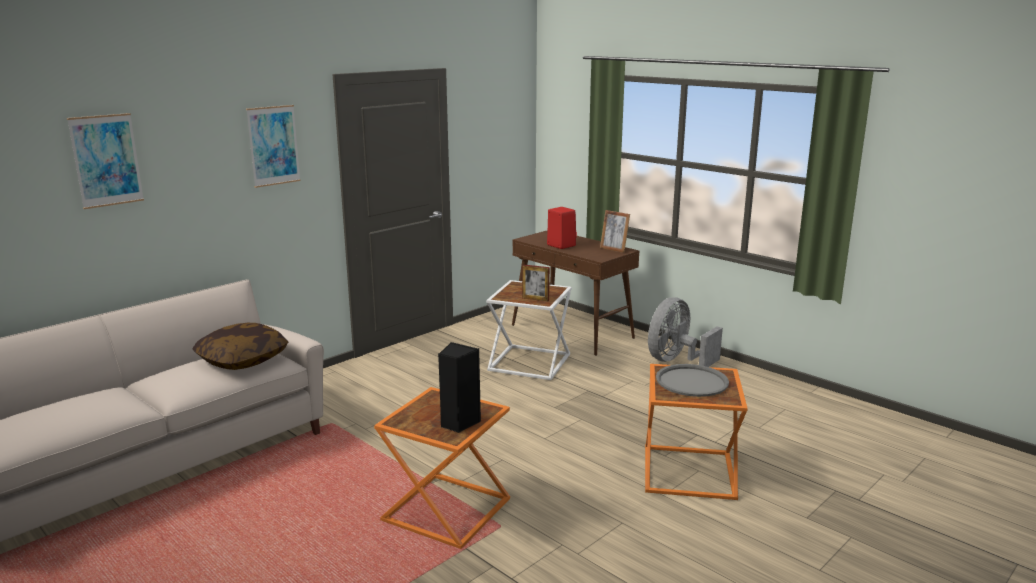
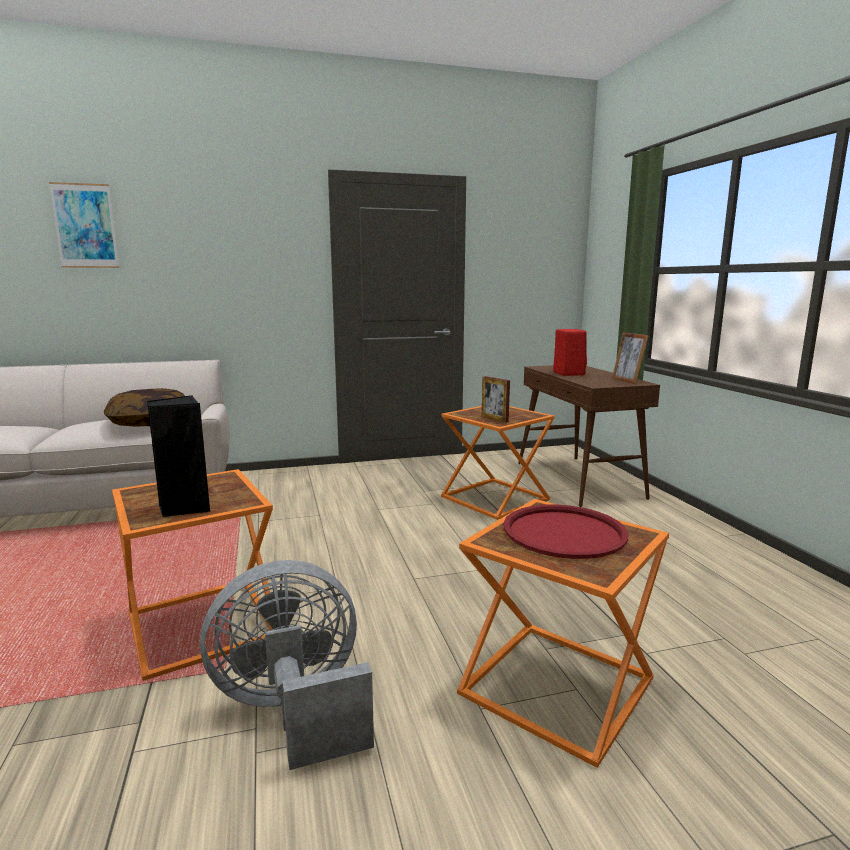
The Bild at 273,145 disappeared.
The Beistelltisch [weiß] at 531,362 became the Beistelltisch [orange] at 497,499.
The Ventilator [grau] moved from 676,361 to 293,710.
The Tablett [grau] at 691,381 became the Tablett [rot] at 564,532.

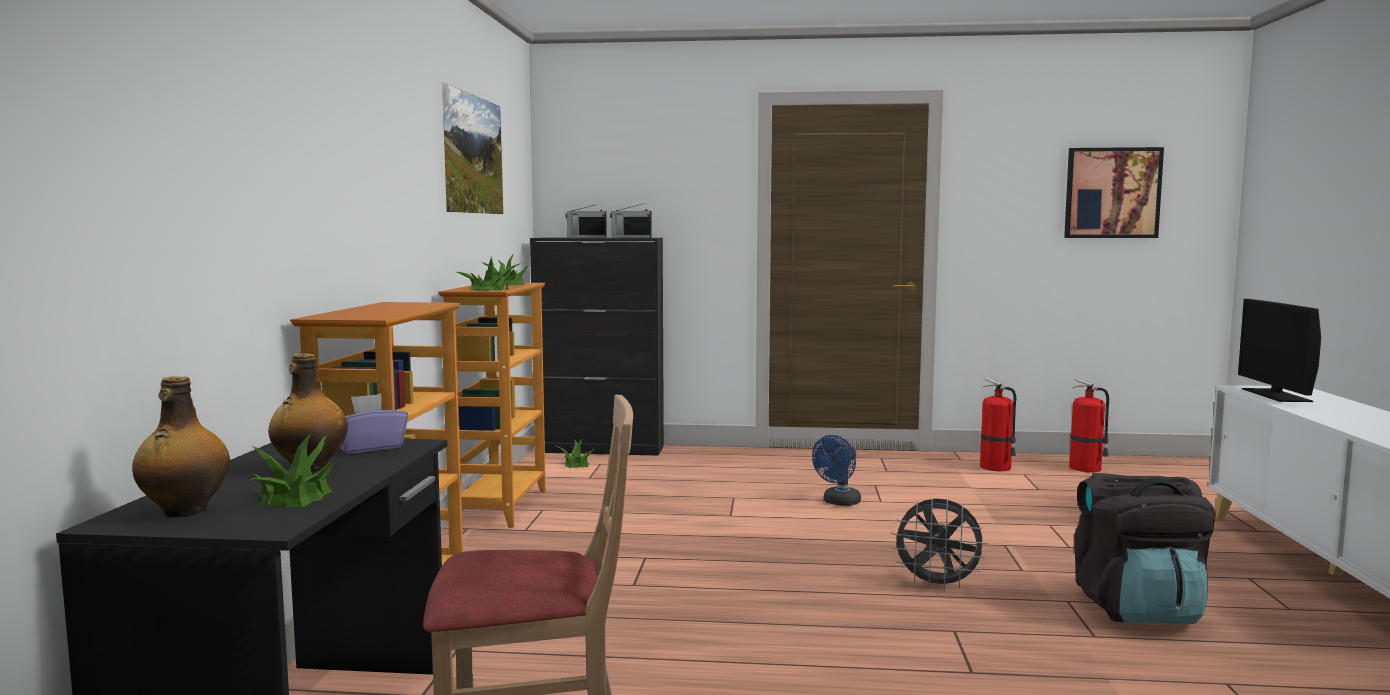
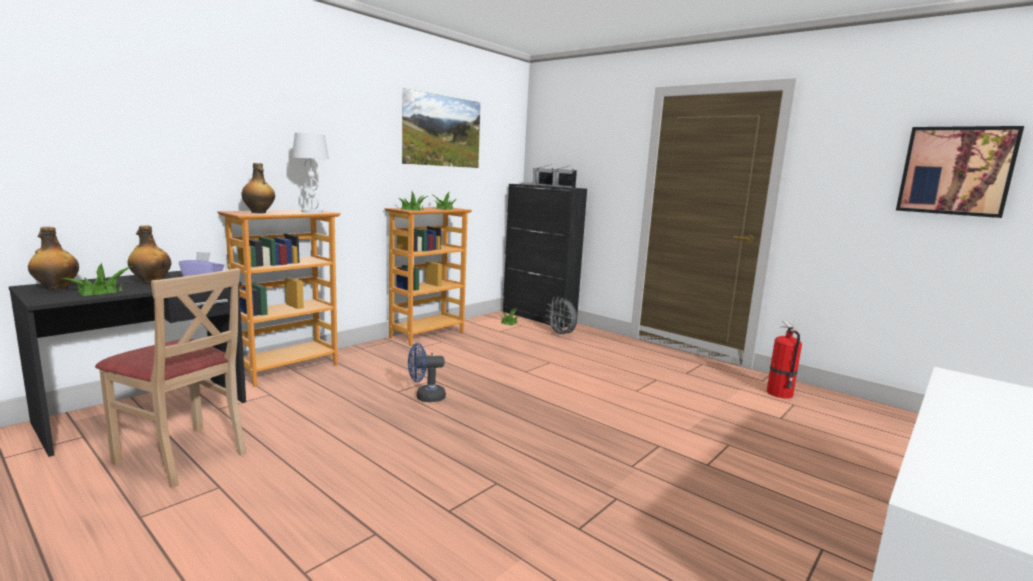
The Ventilator [blau] moved from 838,503 to 425,397.
The Ventilator [grau] moved from 938,585 to 561,335.
The Feuerlöscher at 1087,468 disappeared.
The Rucksack [schwarz] at 1137,609 disappeared.
The Monitor at 1276,395 disappeared.
The Flasche at 259,212 appeared.
The Tischlampe [weiß] at 312,212 appeared.

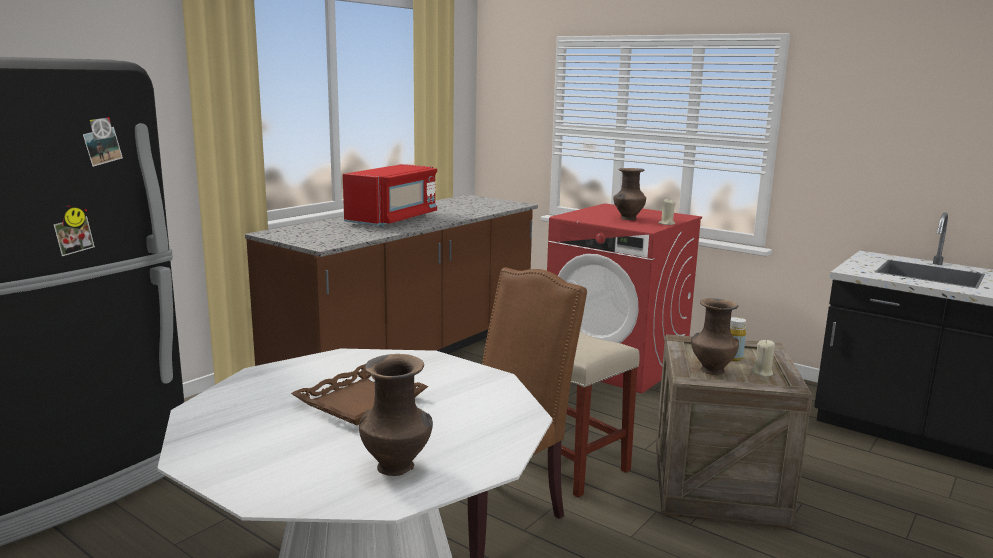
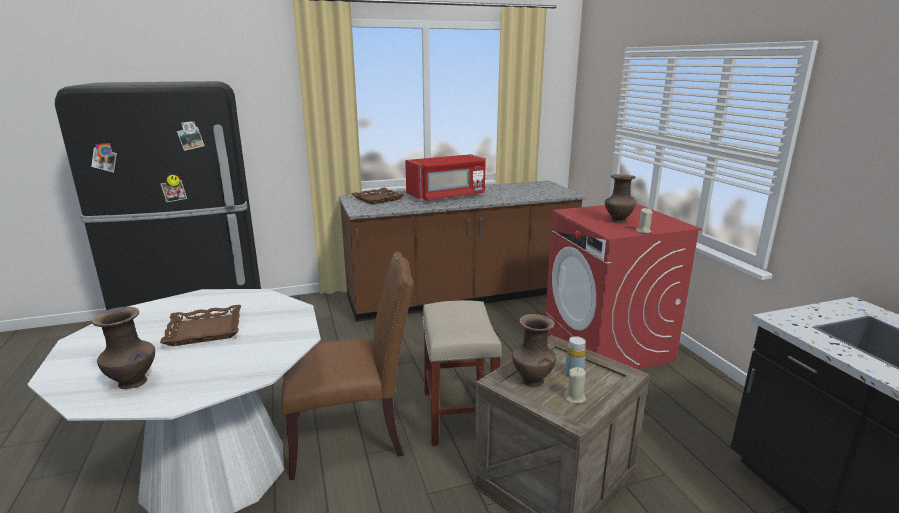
The Tablett [braun] at 378,199 appeared.

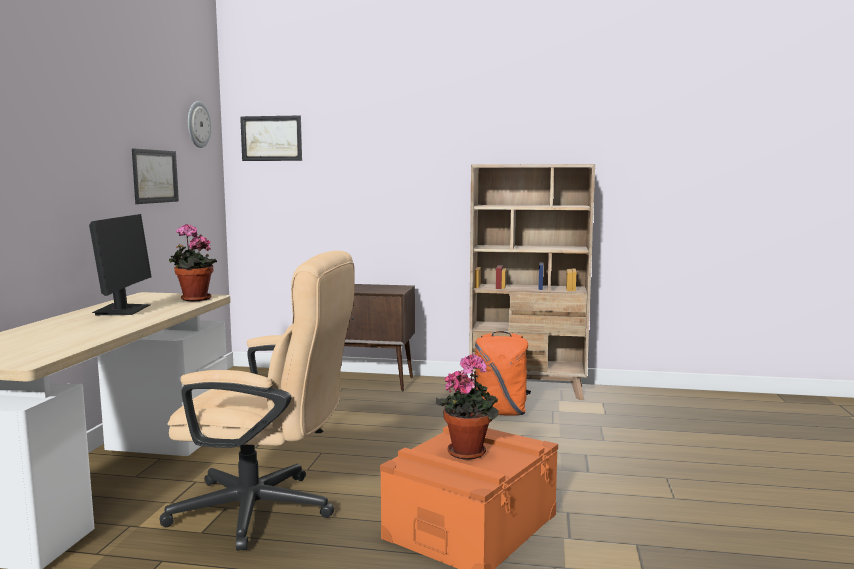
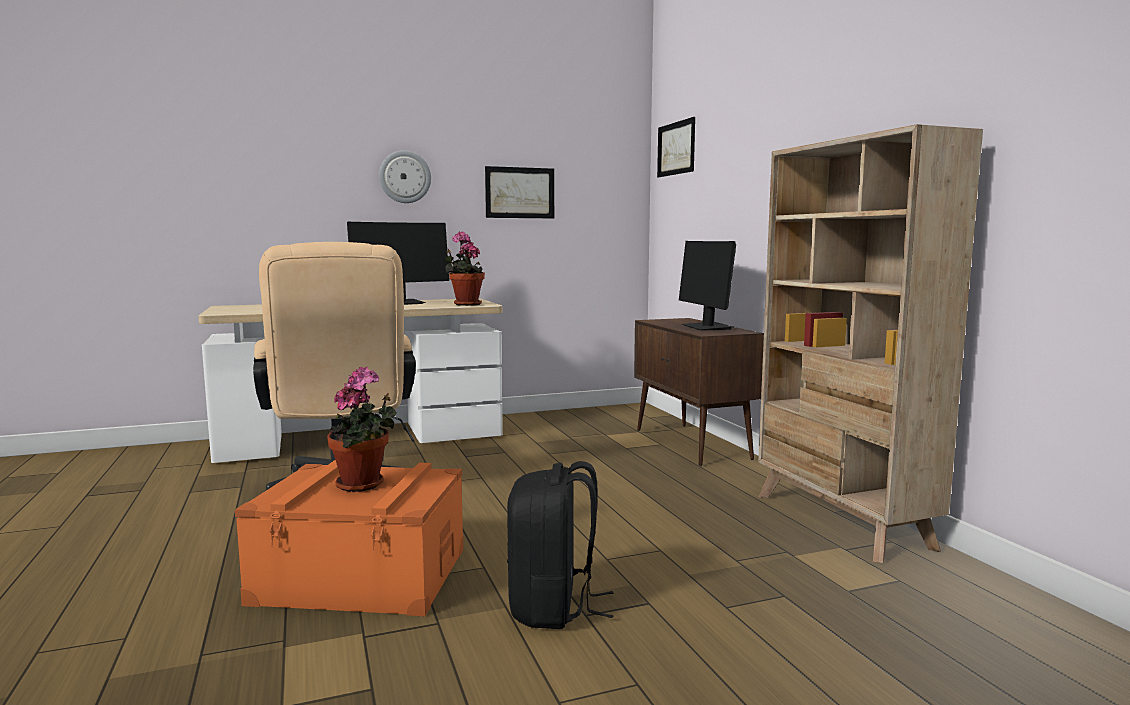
The Wanduhr moved from 198,124 to 405,177.
The Rucksack [orange] at 500,412 disappeared.
The Rucksack [schwarz] at 554,607 appeared.
The Monitor at 707,327 appeared.

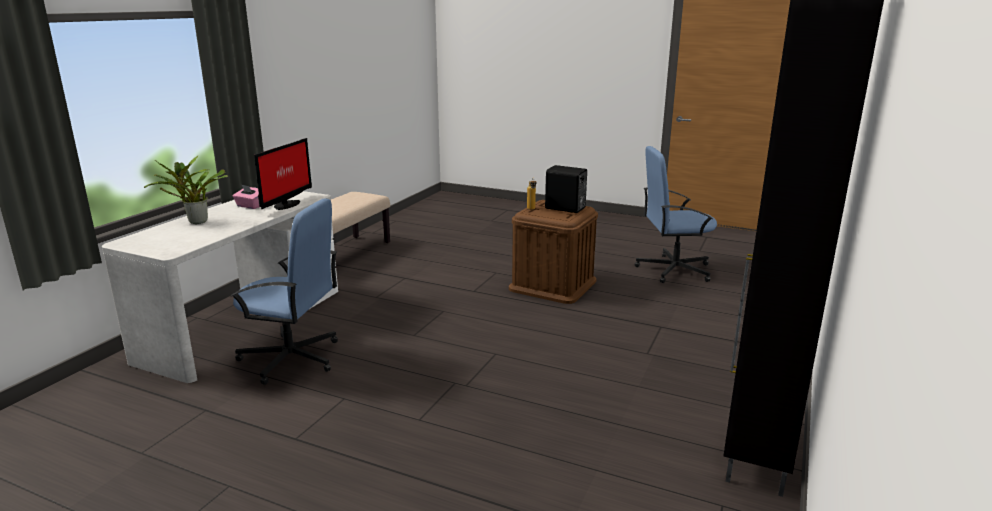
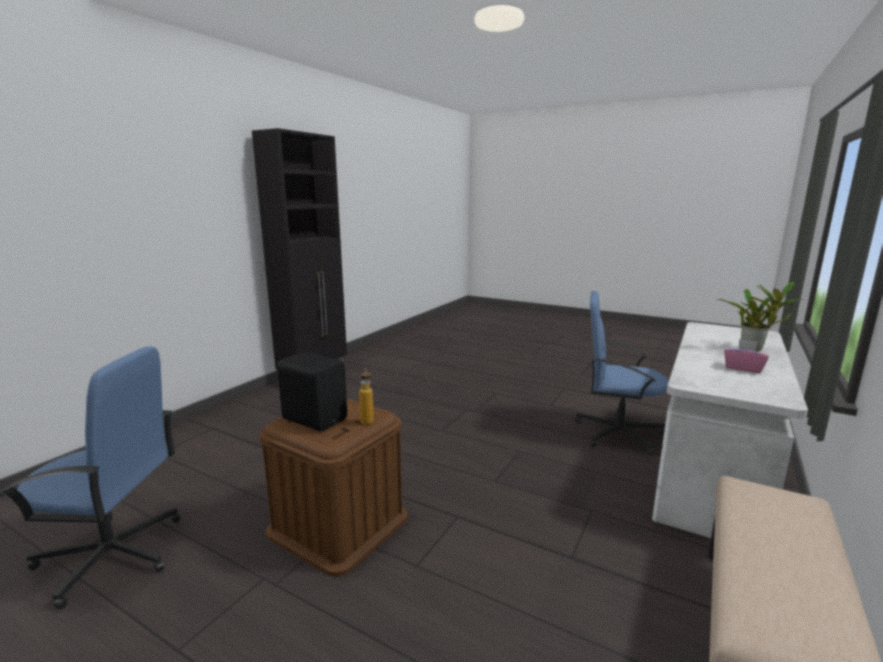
The Monitor at 285,205 disappeared.

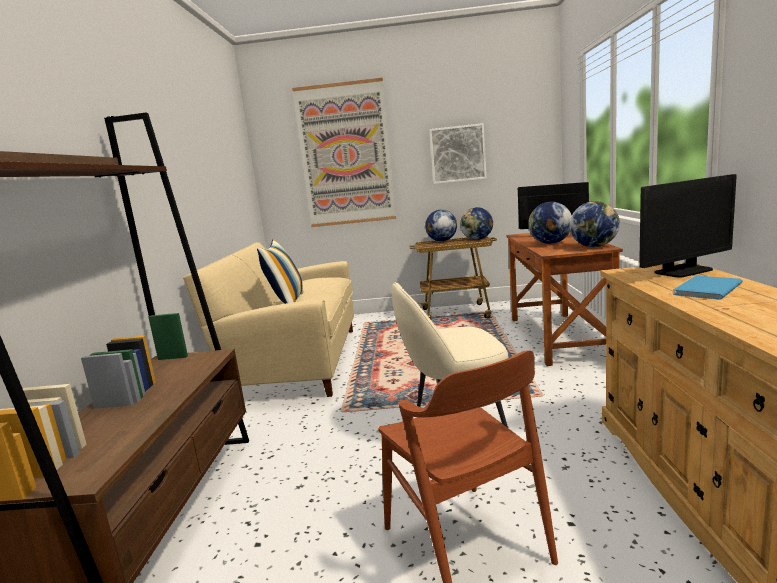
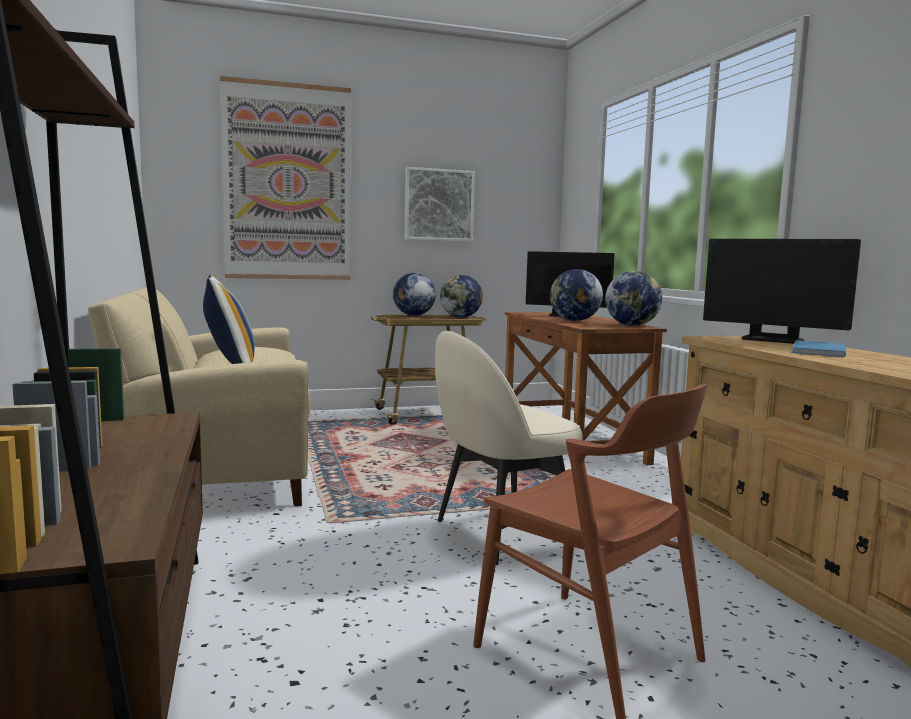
The Monitor at 683,271 turned 75 degrees clockwise.

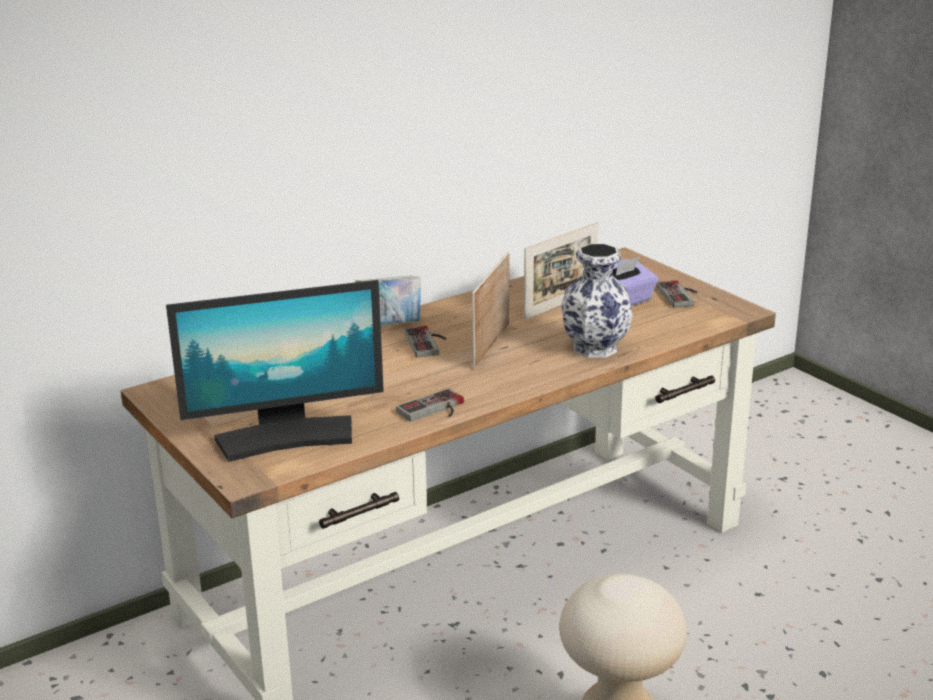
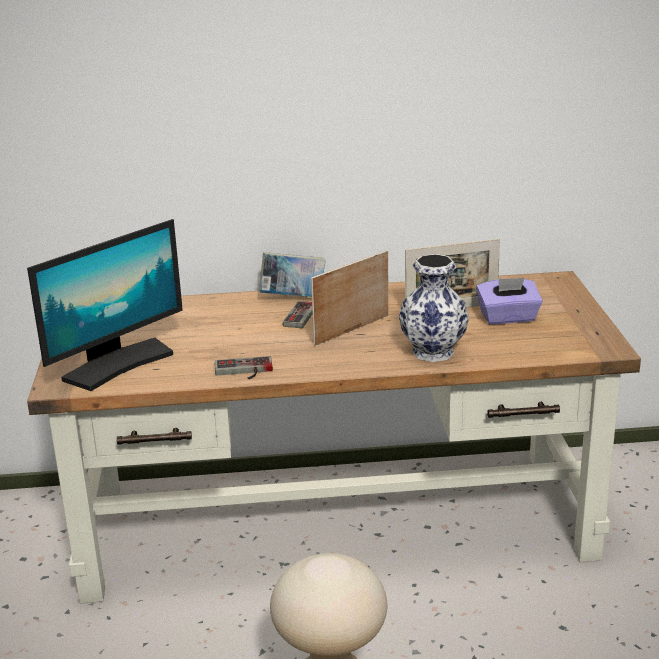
The Monitor at 286,437 turned 60 degrees counterclockwise.
The Gamepad at 681,295 disappeared.

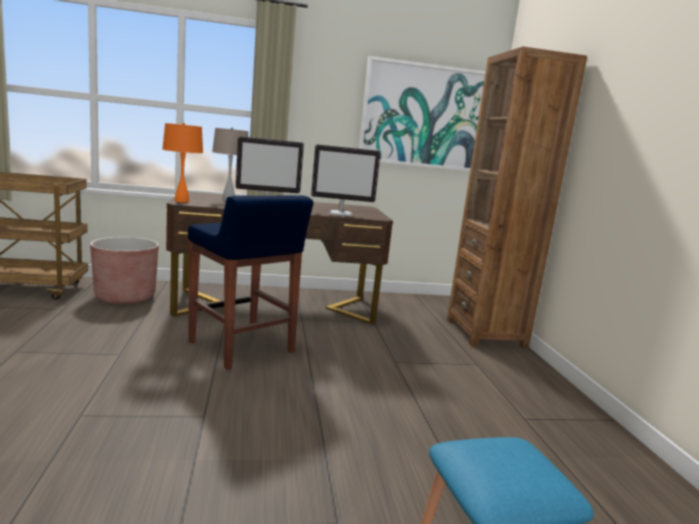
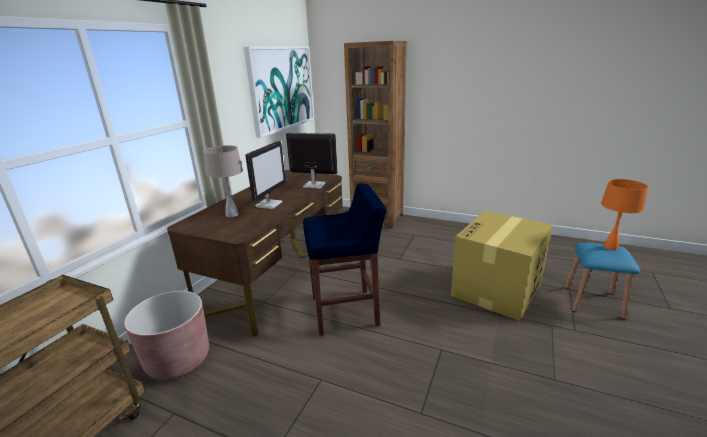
The Tischlampe [orange] moved from 181,201 to 611,247.
The Monitor at 341,214 turned 105 degrees counterclockwise.
The Karton at 496,289 appeared.

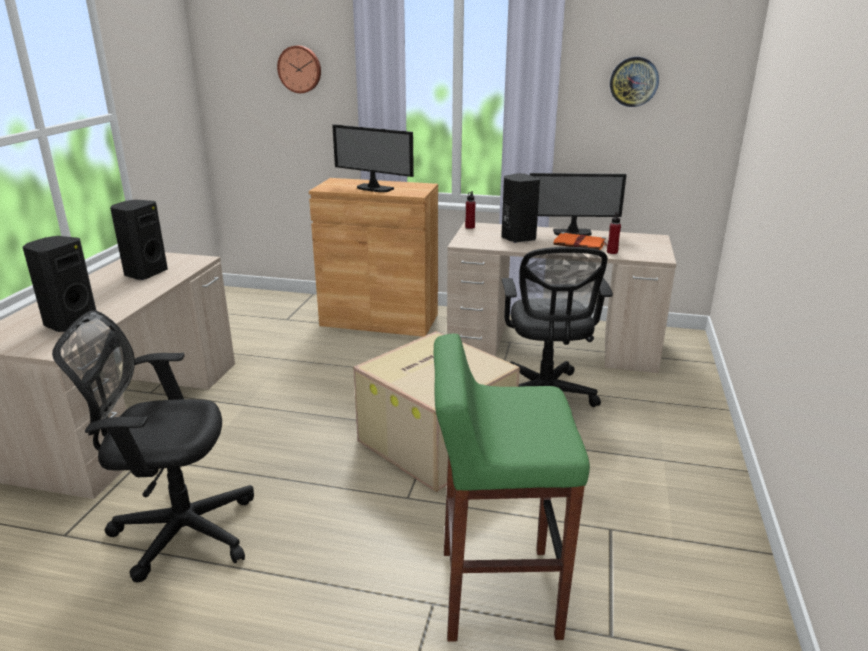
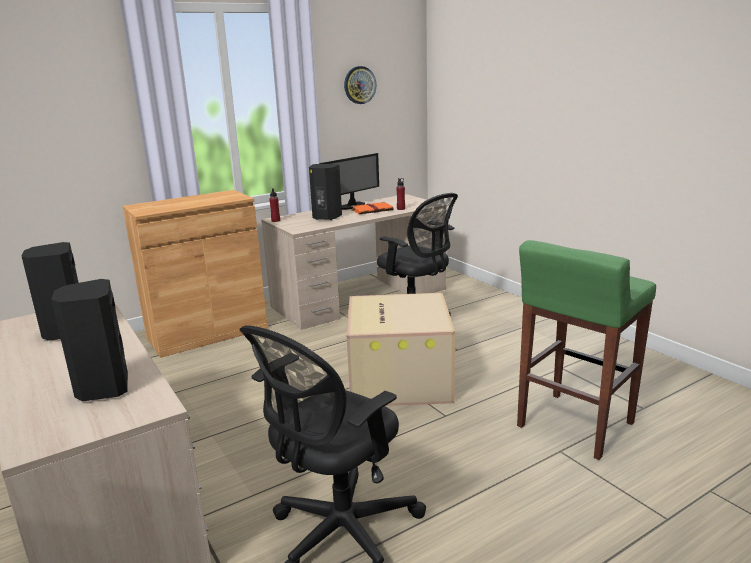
The Wanduhr at 300,69 disappeared.
The Monitor at 374,189 disappeared.

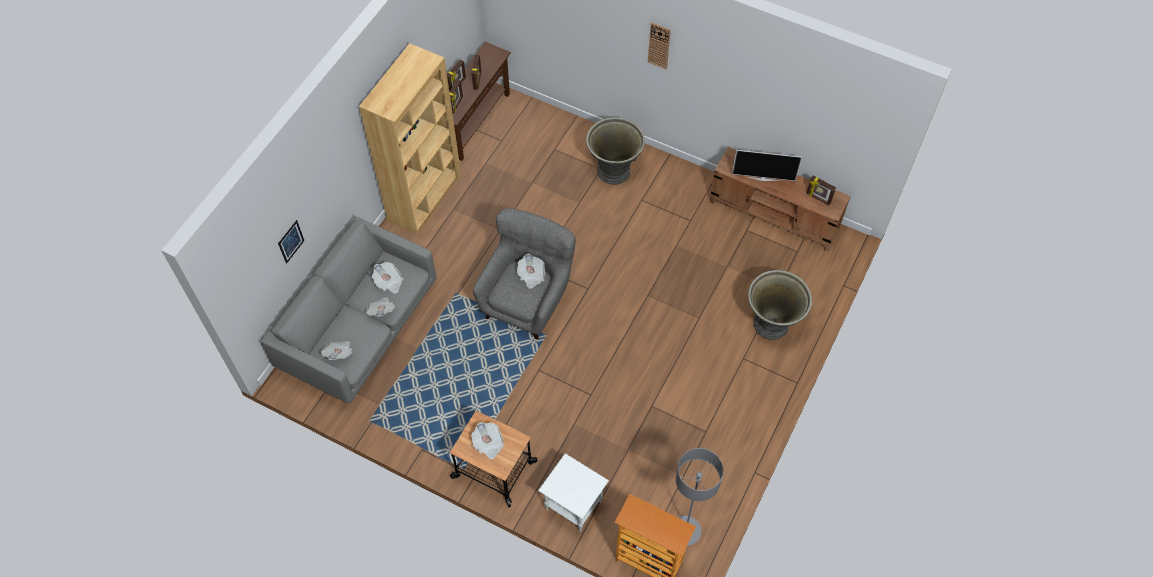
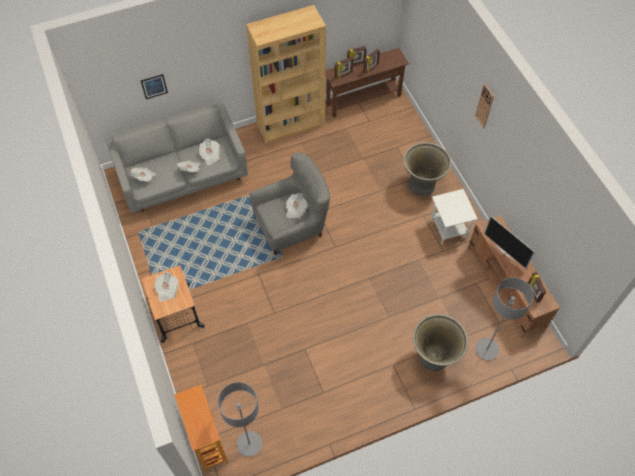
The Beistelltisch [weiß] moved from 574,506 to 448,229.
The Stehlampe [grau] at 486,349 appeared.

